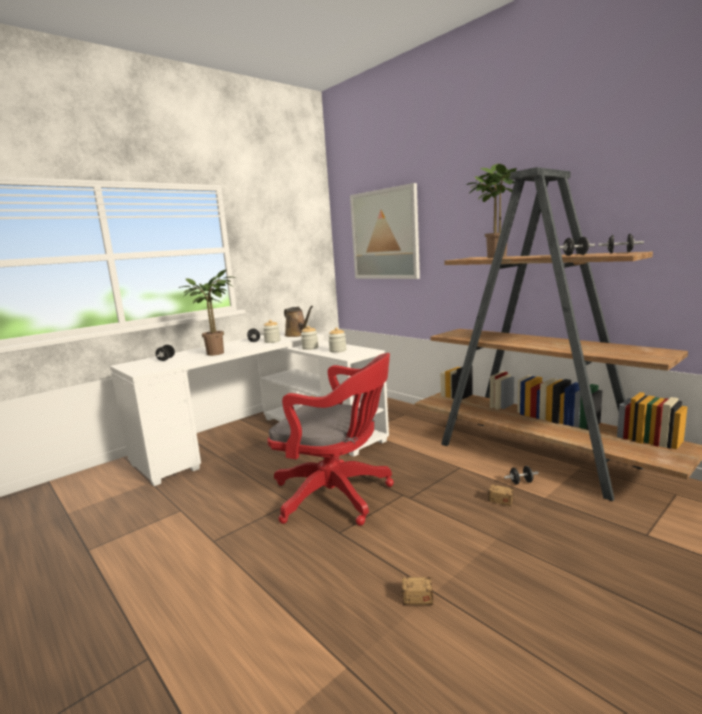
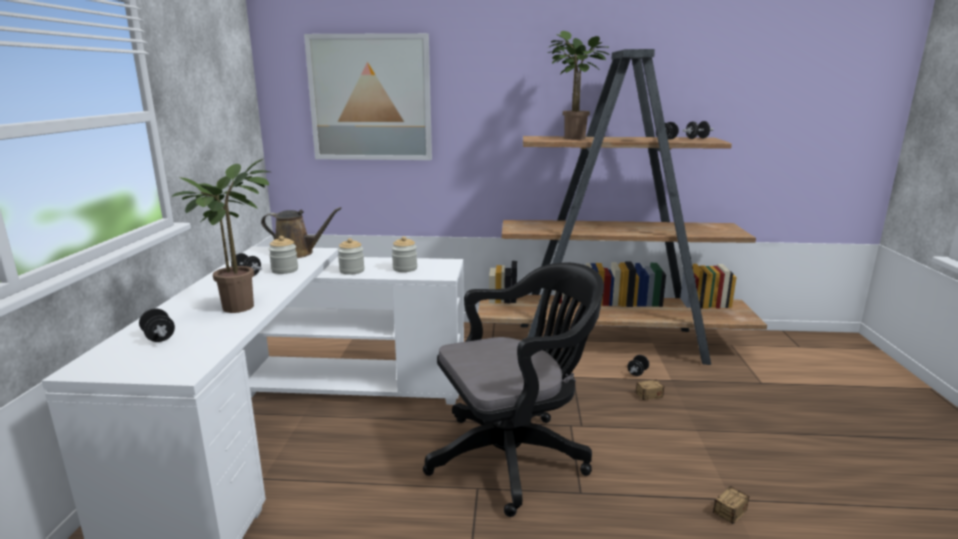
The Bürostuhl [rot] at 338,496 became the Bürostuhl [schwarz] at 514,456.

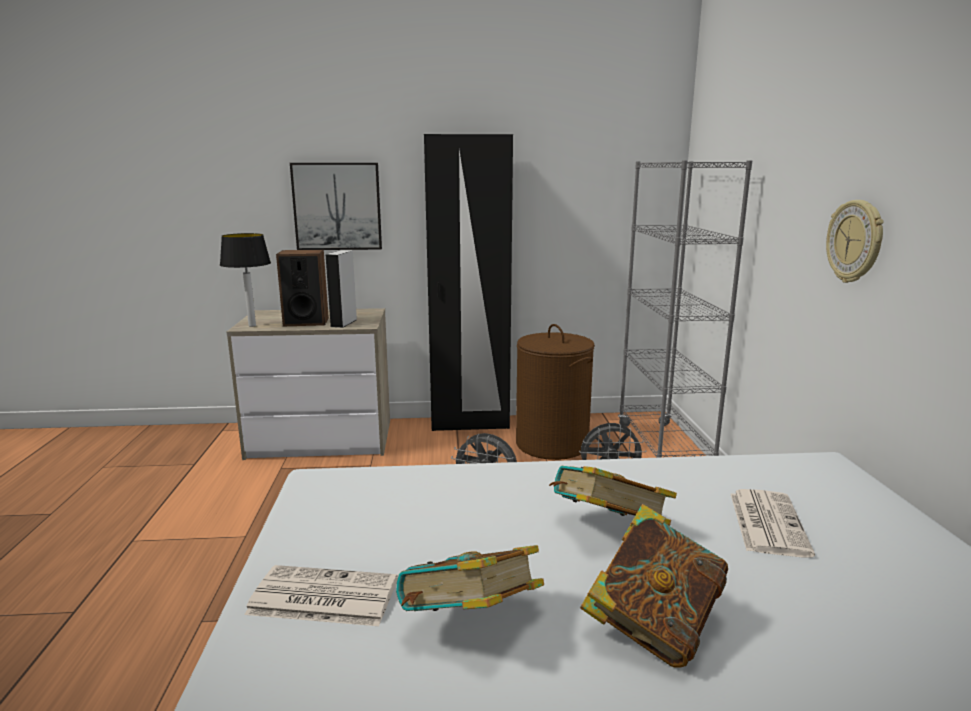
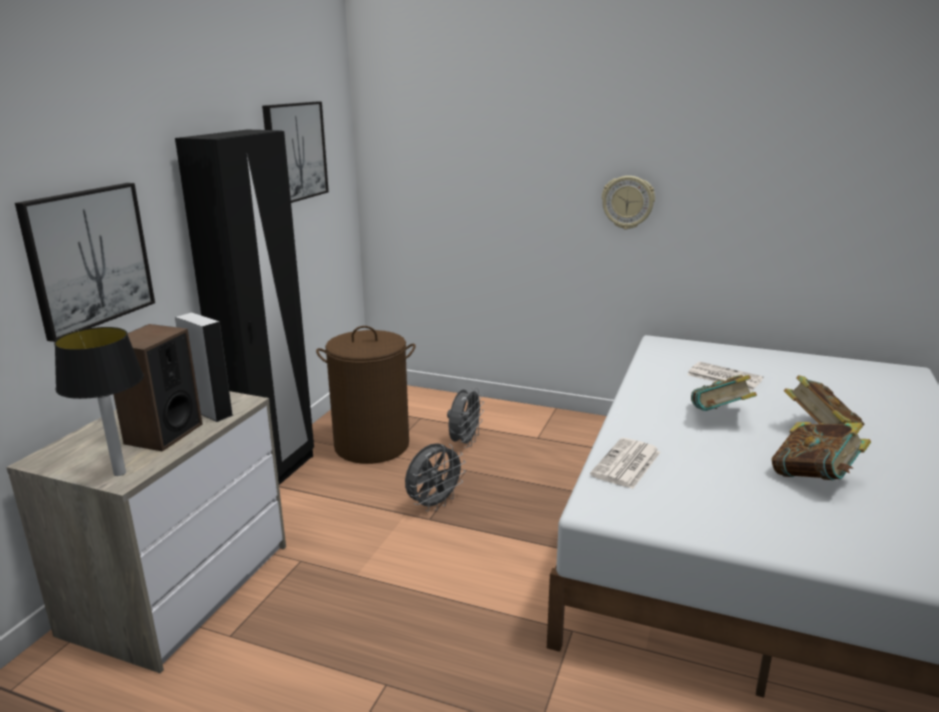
The Zeitung moved from 321,597 to 626,464.
The Bücherregal [grau] at 663,450 disappeared.
The Bild at 295,152 appeared.

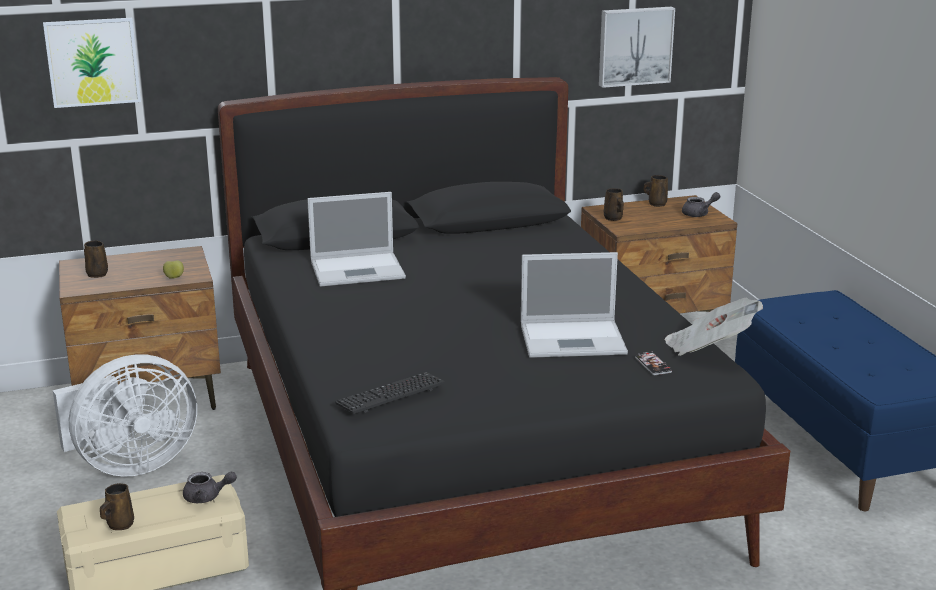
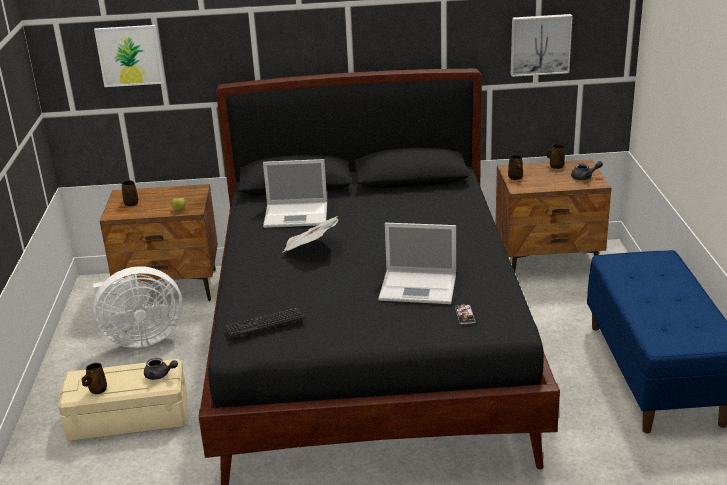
The Zeitung moved from 709,348 to 310,248.

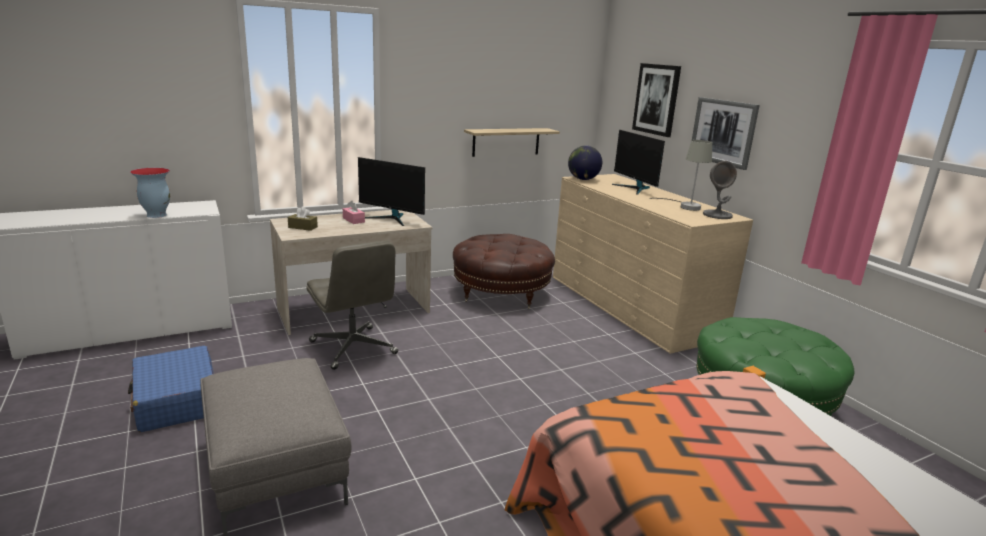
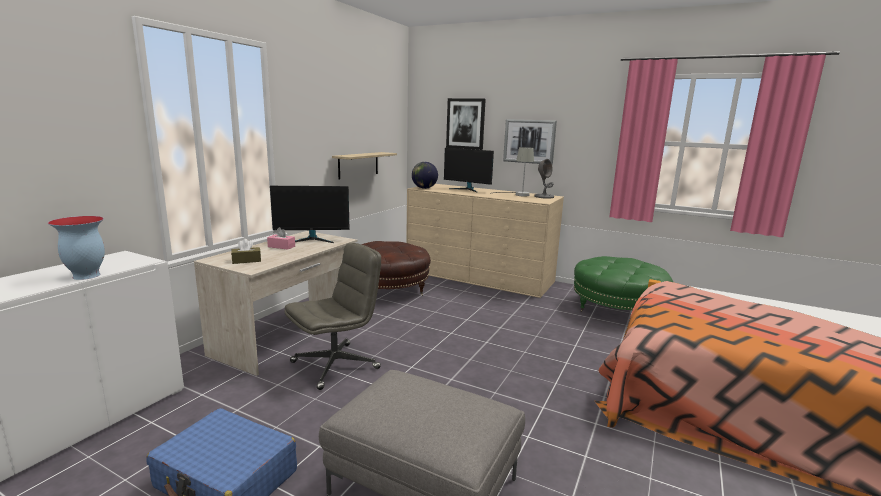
The Bürostuhl [grau] at 354,348 turned 60 degrees counterclockwise.

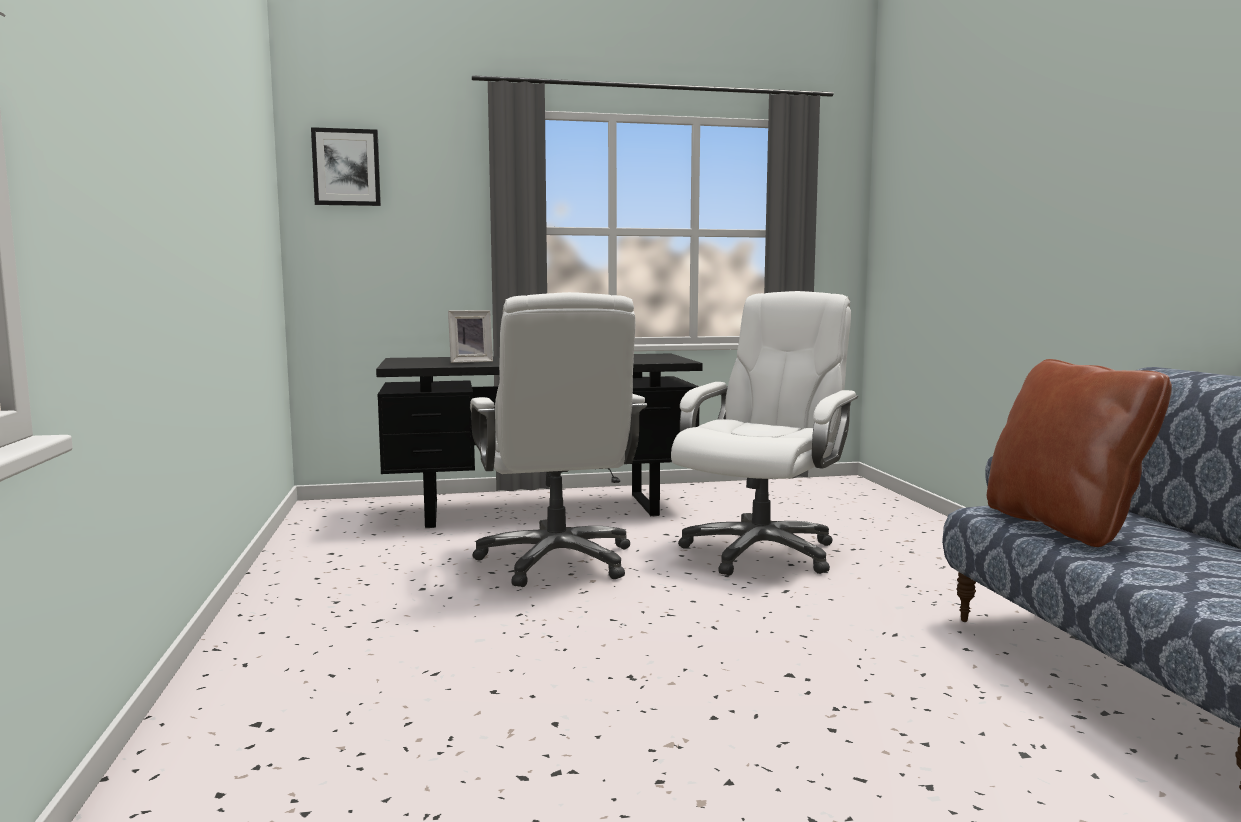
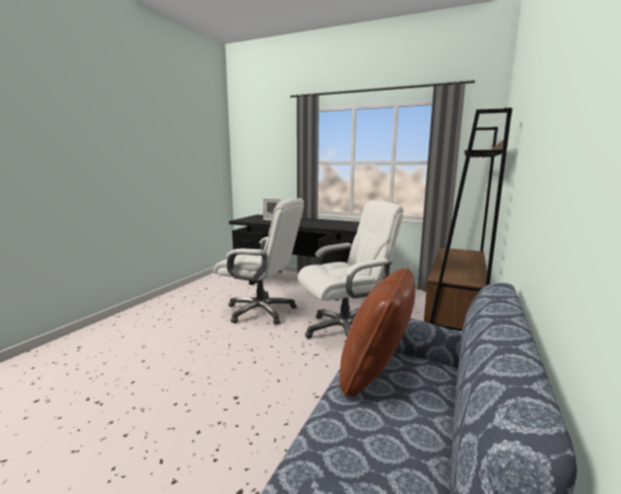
The Bild at 346,167 disappeared.
The Bürostuhl [weiß] at 557,561 turned 90 degrees counterclockwise.
The Bücherregal [braun] at 454,321 appeared.

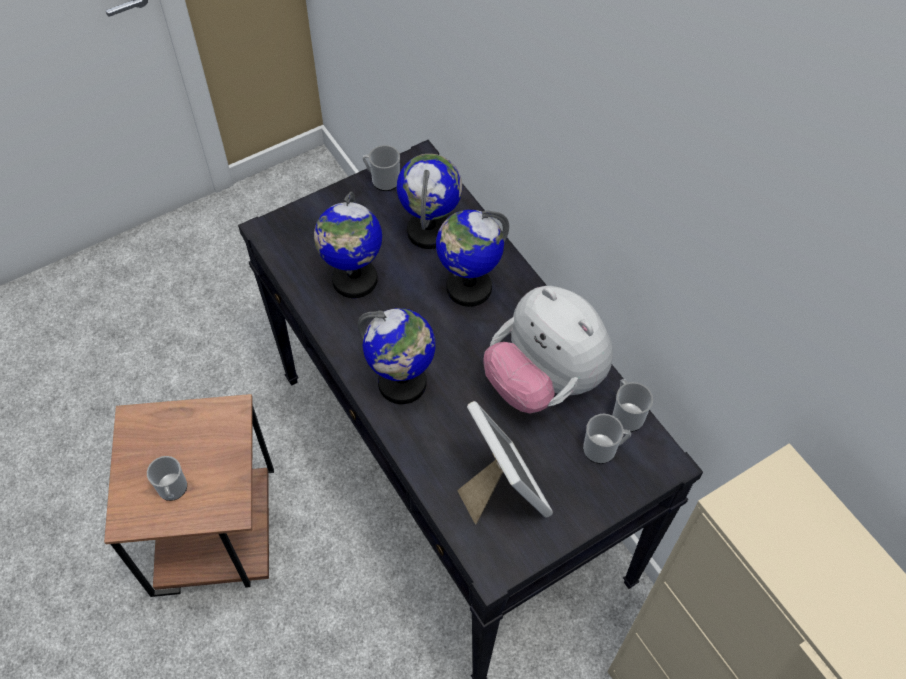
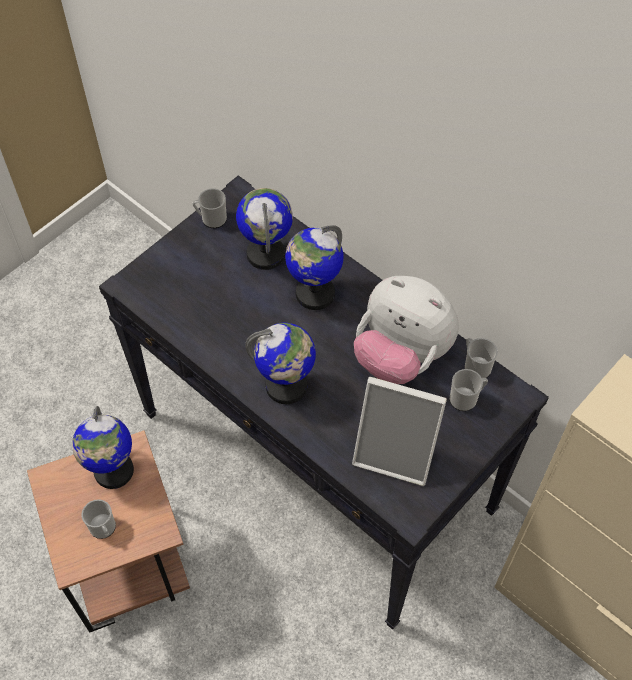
The Globus moved from 354,280 to 113,471.
The Bilderrahmen at 501,490 turned 150 degrees clockwise.

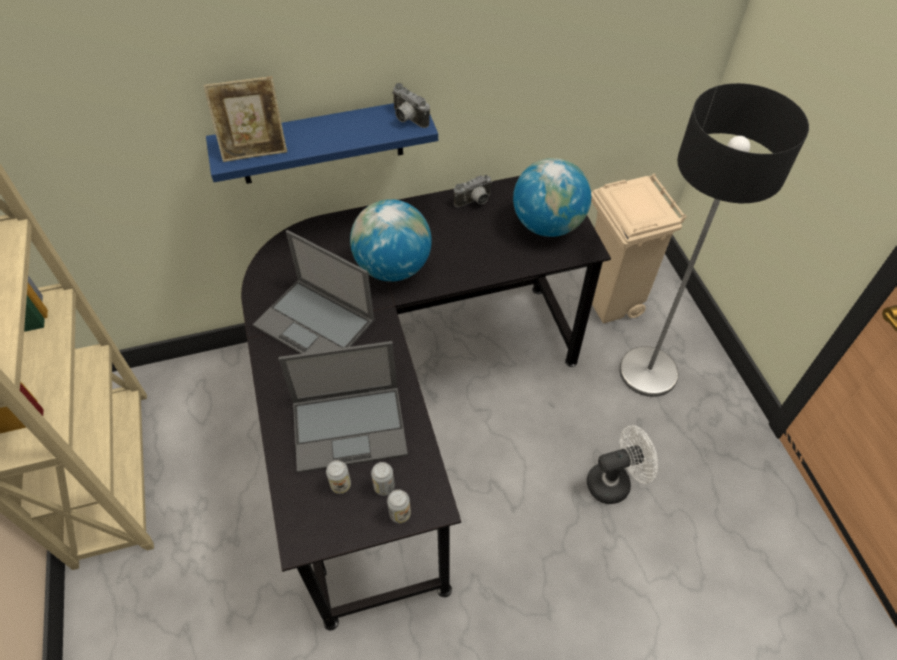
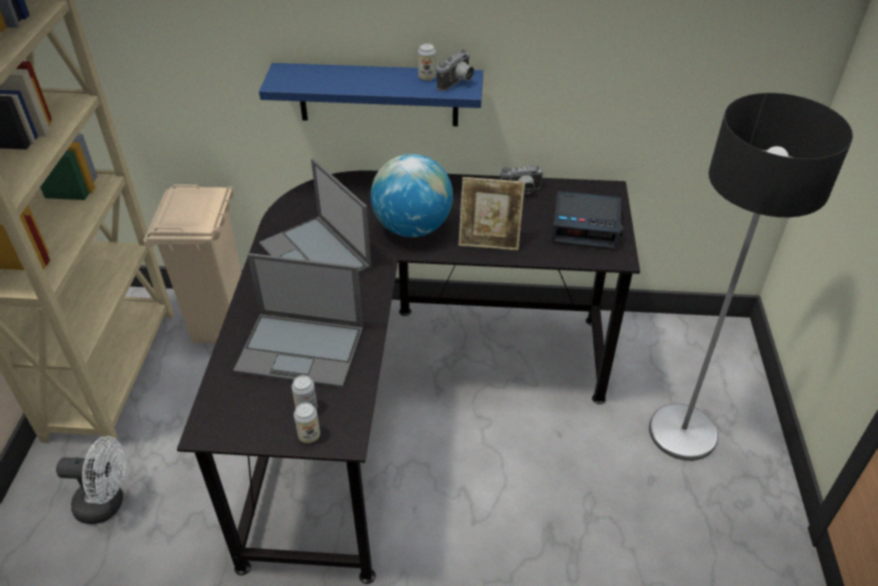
The Bilderrahmen moved from 255,149 to 489,241.
The Dose moved from 340,485 to 427,77.
The Kamera at 407,119 turned 120 degrees counterclockwise.
The Globus at 547,225 was replaced by the Wecker at 586,227.
The Ventilator [weiß] moved from 615,482 to 107,504.
The Mülleimer [beige] moved from 611,303 to 220,327.

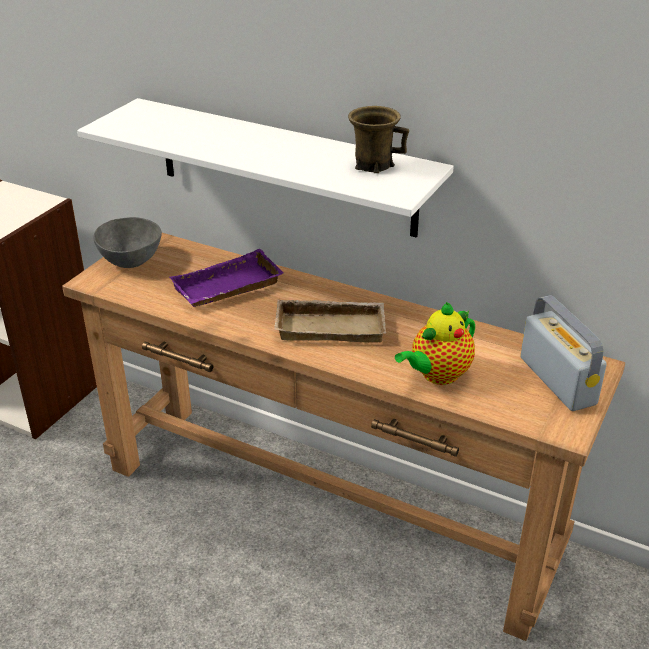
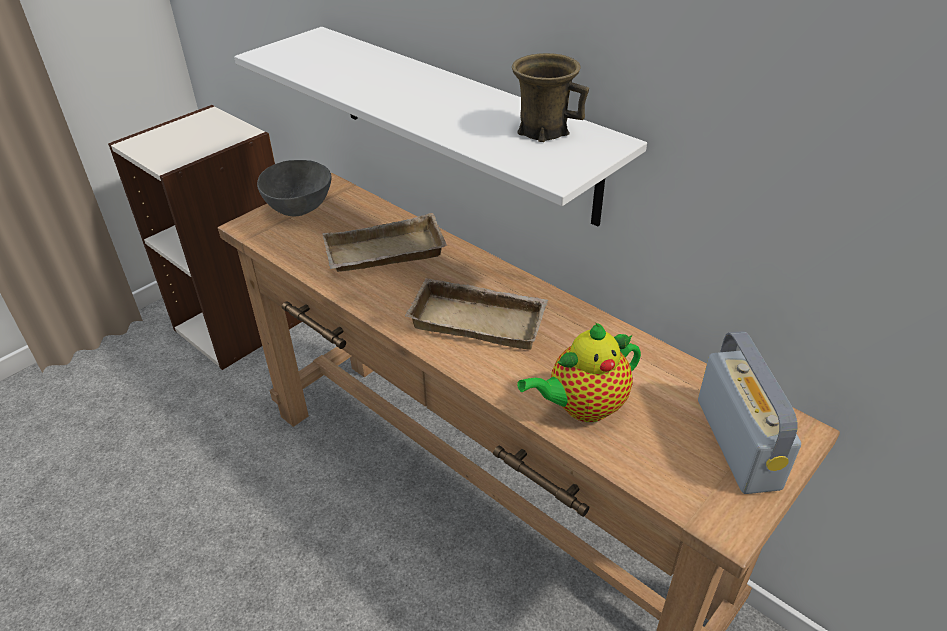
The Tablett [lila] at 227,288 became the Tablett [beige] at 384,254.

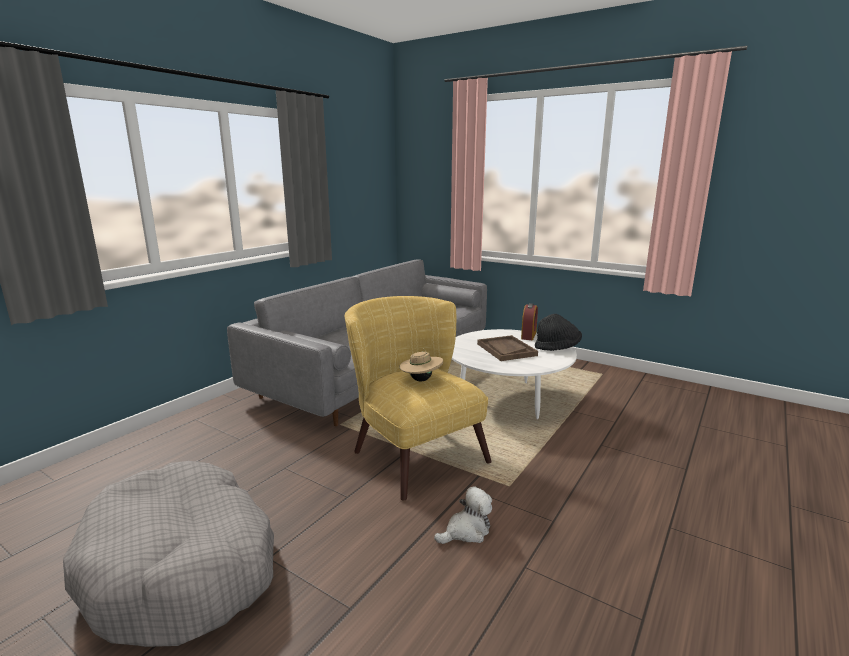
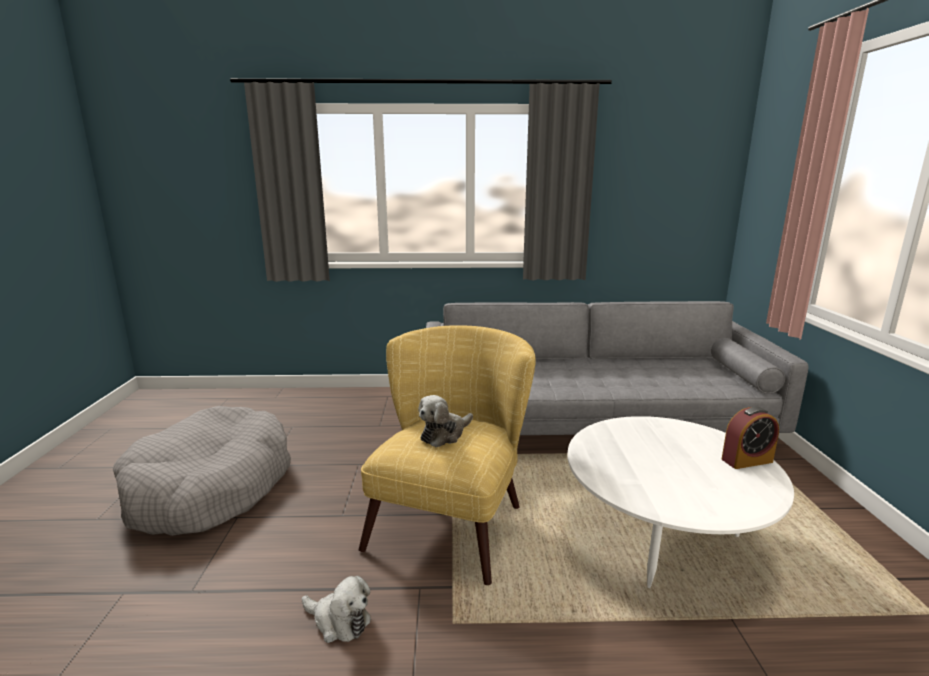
The Hut [beige] at 421,380 was replaced by the Plüschtier at 444,434.
The Tablett [braun] at 506,349 disappeared.
The Hut [schwarz] at 557,348 disappeared.

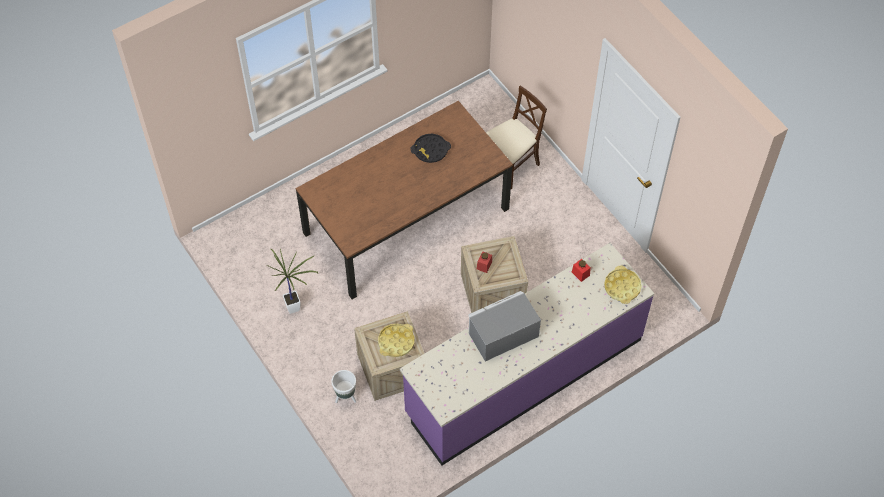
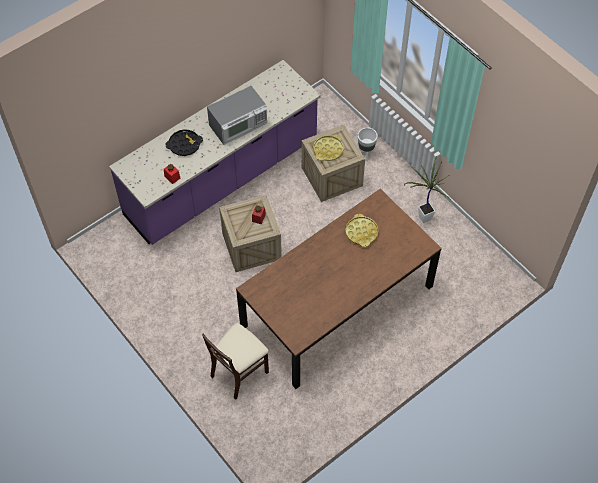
The Tablett [schwarz] moved from 430,150 to 184,145.
The Tablett [gelb] moved from 622,287 to 361,232.

